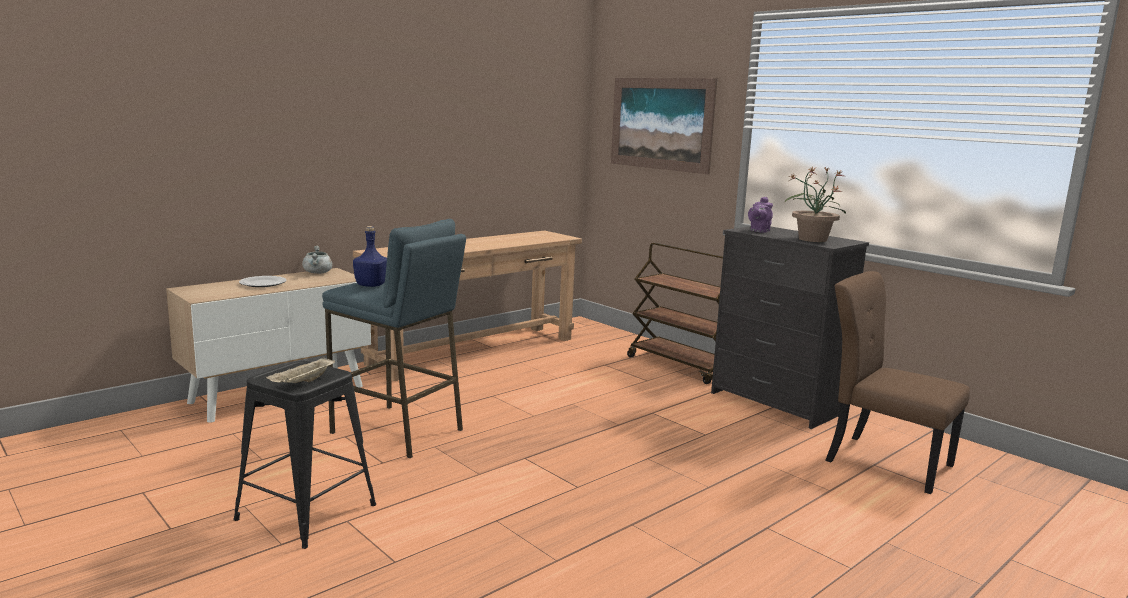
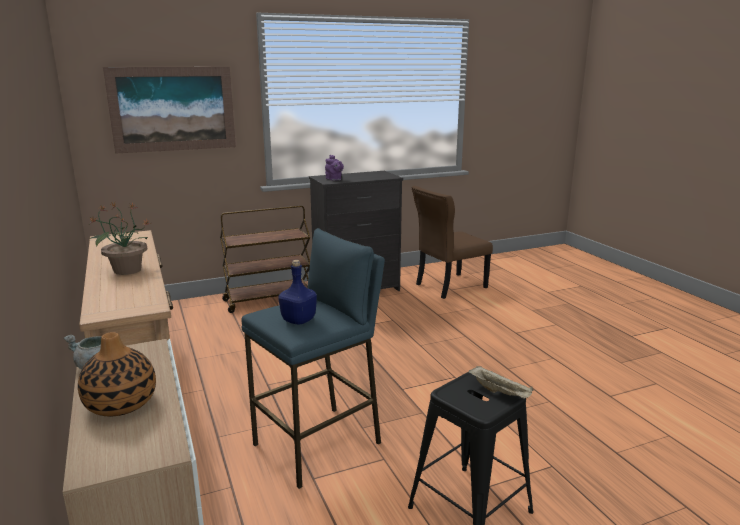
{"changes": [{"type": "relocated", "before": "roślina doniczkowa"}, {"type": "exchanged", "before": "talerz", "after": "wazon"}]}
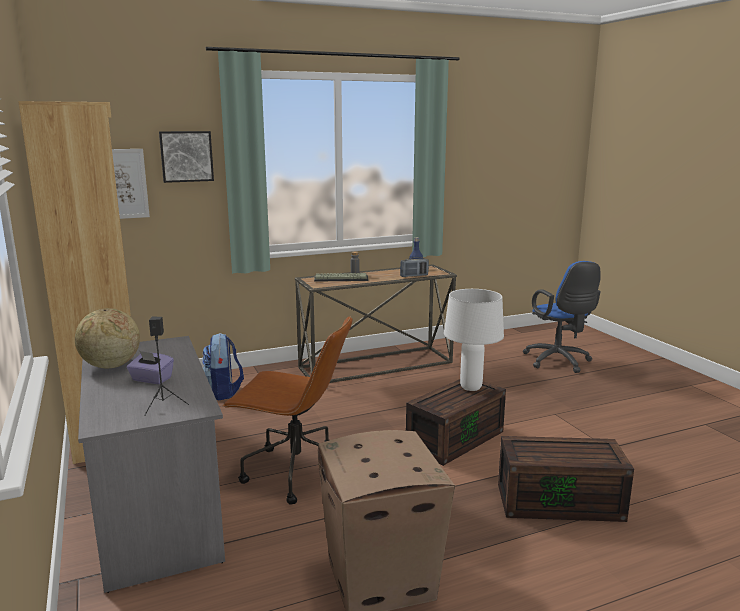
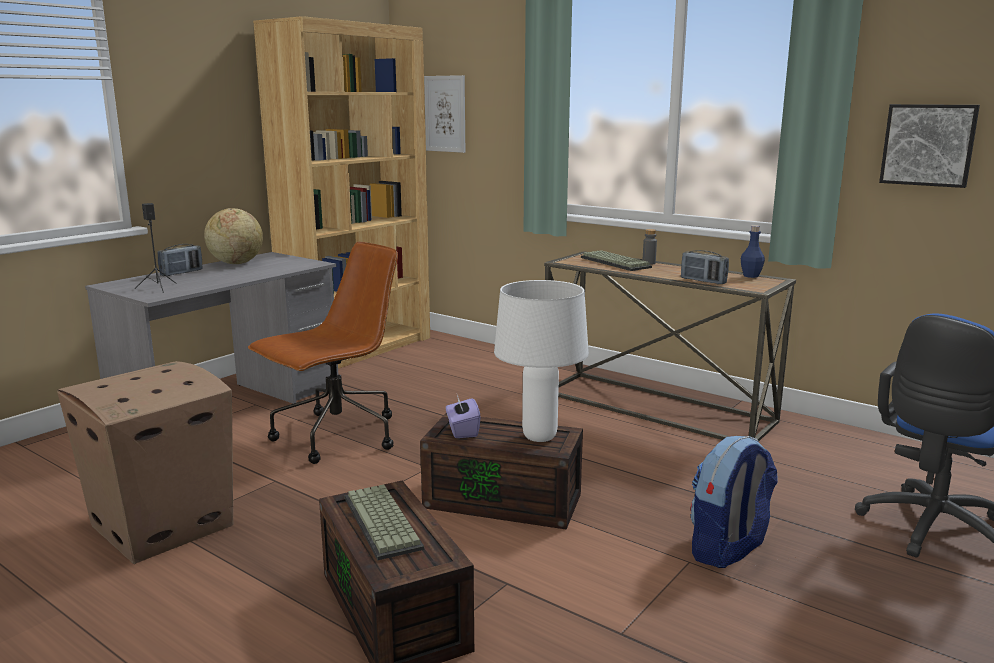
{"changes": [{"type": "relocated", "before": "obraz (no. 2 from left)"}, {"type": "spun", "before": "krzesło biurowe (brązowy)", "turn": -120}, {"type": "relocated", "before": "plecak"}, {"type": "relocated", "before": "pudełko chusteczek (fioletowy)"}, {"type": "appeared", "after": "radio (no. 1 from left)"}, {"type": "appeared", "after": "klawiatura (no. 1 from left)"}]}
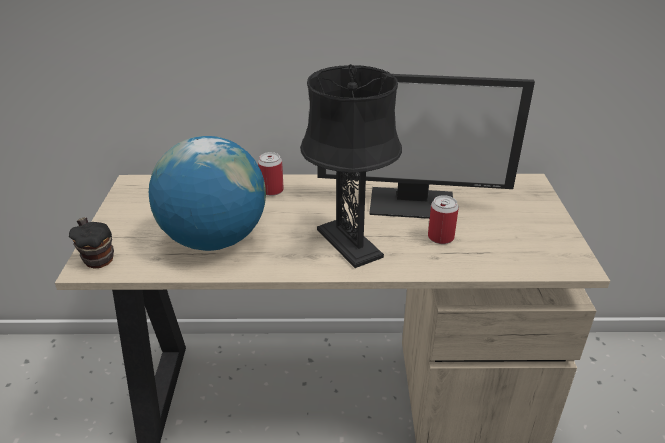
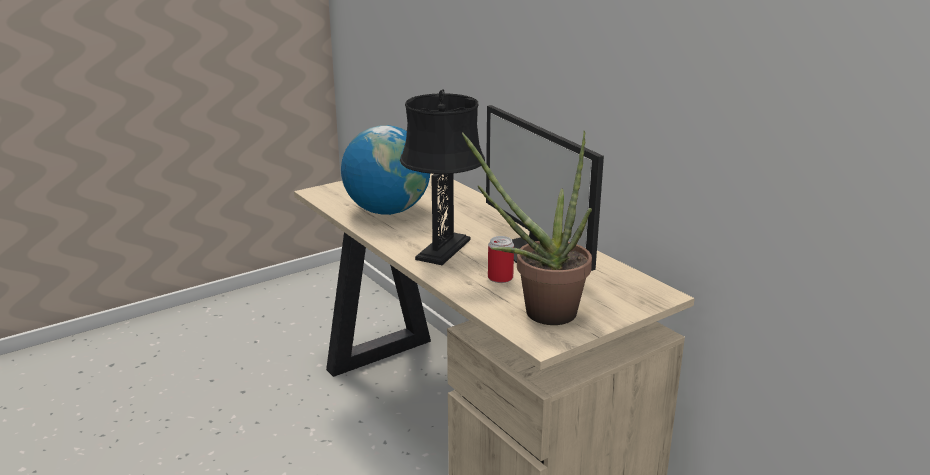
{"changes": [{"type": "missing", "before": "puszka (no. 1 from left)"}, {"type": "missing", "before": "kubek"}, {"type": "appeared", "after": "roślina doniczkowa"}]}
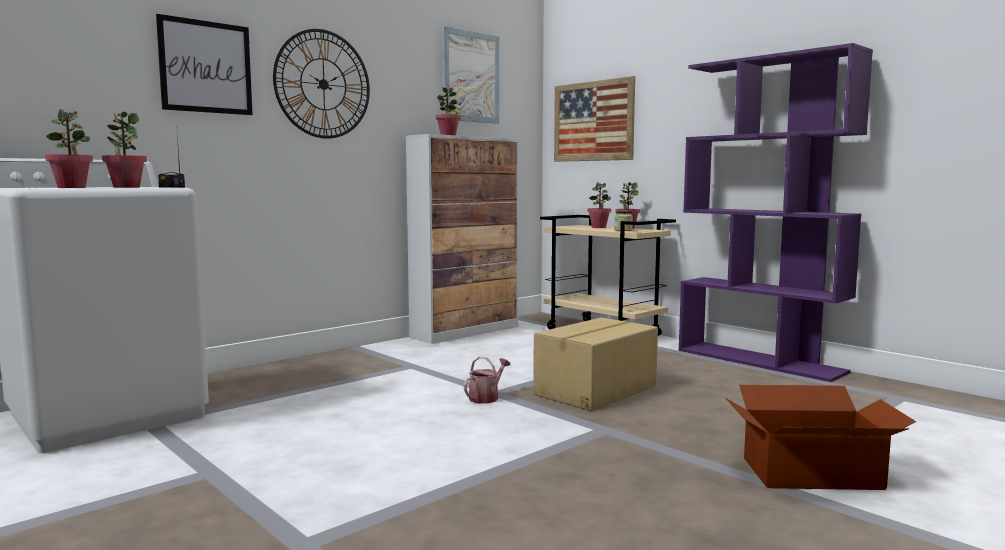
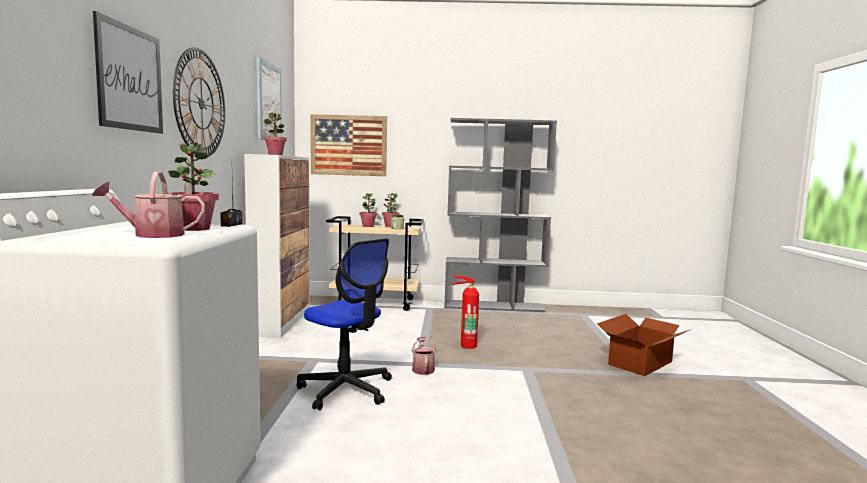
{"changes": [{"type": "colour", "before": "regał (fioletowy)", "after": "regał (szary)"}, {"type": "exchanged", "before": "roślina doniczkowa (no. 1 from left)", "after": "konewka (no. 1 from left)"}, {"type": "exchanged", "before": "karton (no. 1 from left)", "after": "gaśnica"}, {"type": "appeared", "after": "krzesło biurowe"}]}
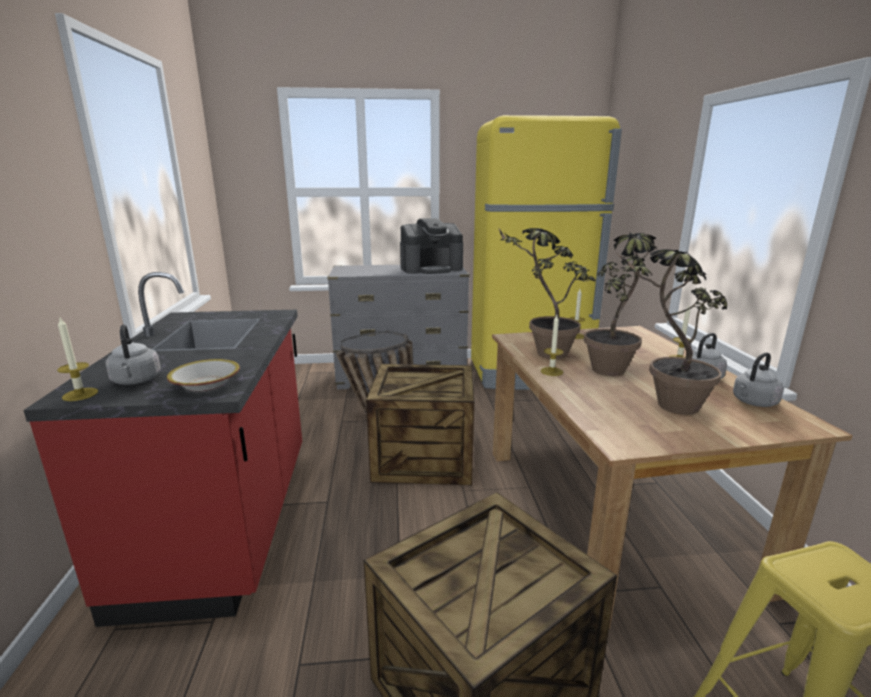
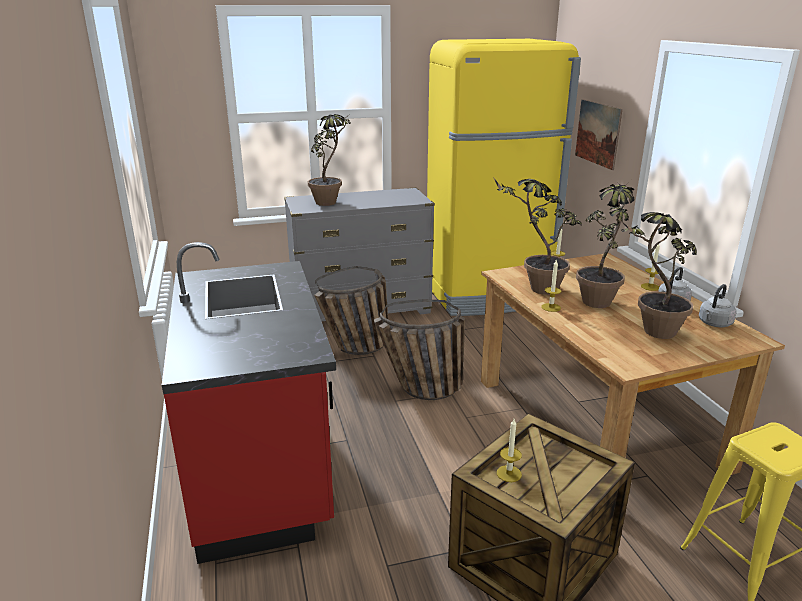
{"changes": [{"type": "missing", "before": "ekspres do kawy"}, {"type": "relocated", "before": "świeca (no. 1 from left)"}, {"type": "missing", "before": "czajnik (szary) (no. 1 from left)"}, {"type": "missing", "before": "miska"}, {"type": "exchanged", "before": "skrzynka (no. 1 from left)", "after": "koszyk (no. 2 from left)"}, {"type": "appeared", "after": "obraz"}, {"type": "appeared", "after": "roślina doniczkowa (no. 1 from left)"}]}
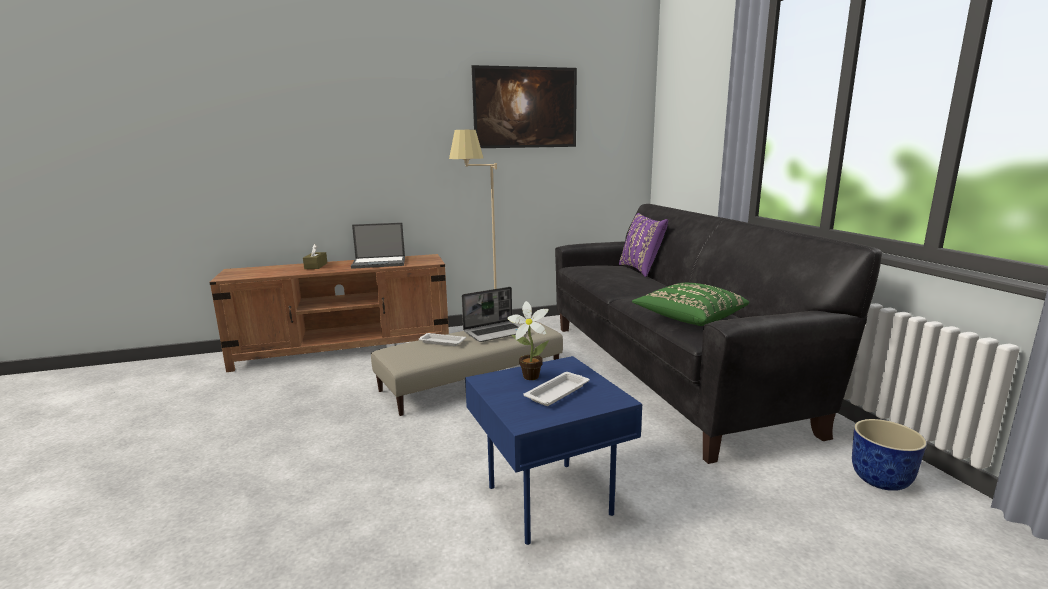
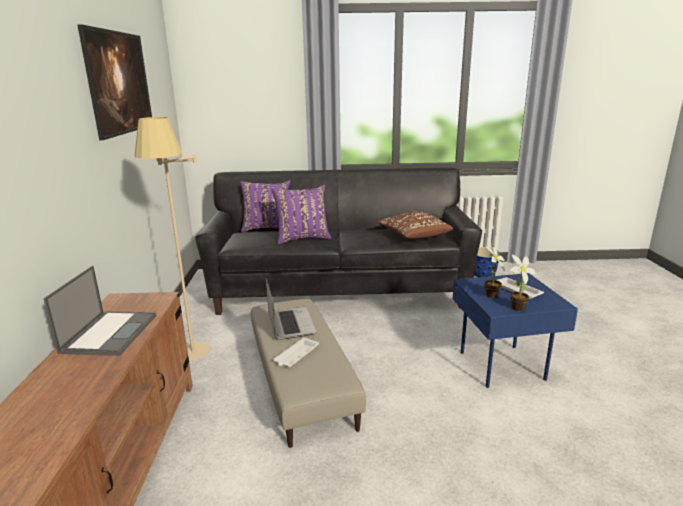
{"changes": [{"type": "missing", "before": "pudełko chusteczek (brązowy)"}, {"type": "colour", "before": "poduszka (zielony)", "after": "poduszka (brązowy)"}, {"type": "appeared", "after": "poduszka (fioletowy) (no. 2 from left)"}, {"type": "appeared", "after": "roślina doniczkowa (no. 2 from left)"}]}
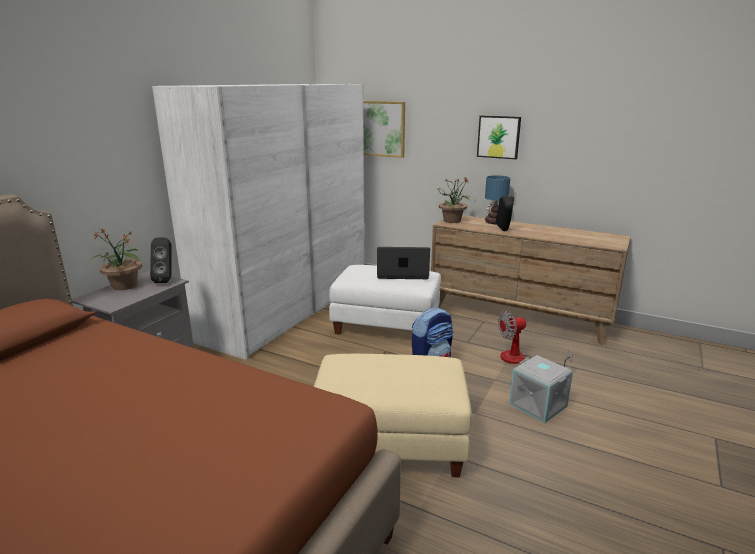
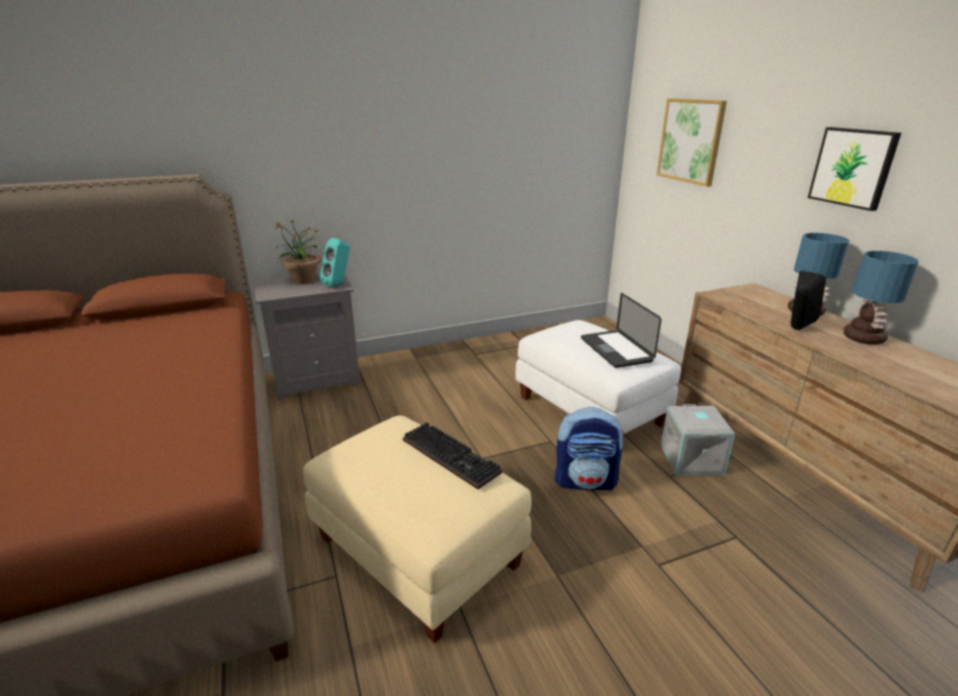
{"changes": [{"type": "missing", "before": "szafa (biały)"}, {"type": "missing", "before": "roślina doniczkowa (no. 2 from left)"}, {"type": "colour", "before": "głośnik (czarny) (no. 1 from left)", "after": "głośnik (turkusowy)"}, {"type": "spun", "before": "laptop", "turn": -150}, {"type": "missing", "before": "wentylator"}, {"type": "relocated", "before": "pojemnik do przechowywania (szary)"}, {"type": "appeared", "after": "lampa stołowa (no. 2 from left)"}, {"type": "appeared", "after": "klawiatura"}]}
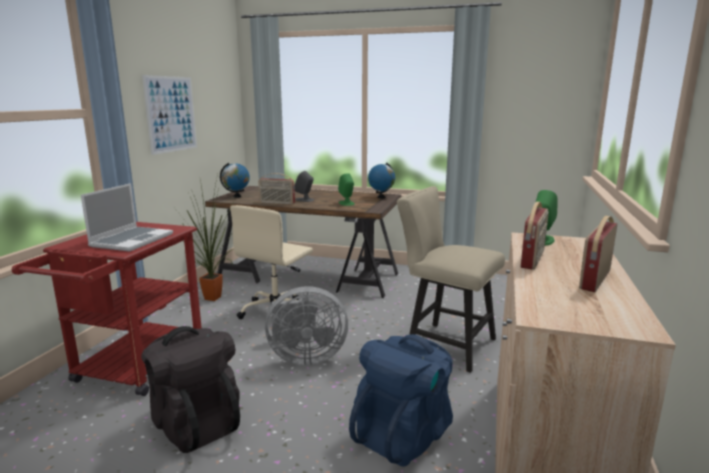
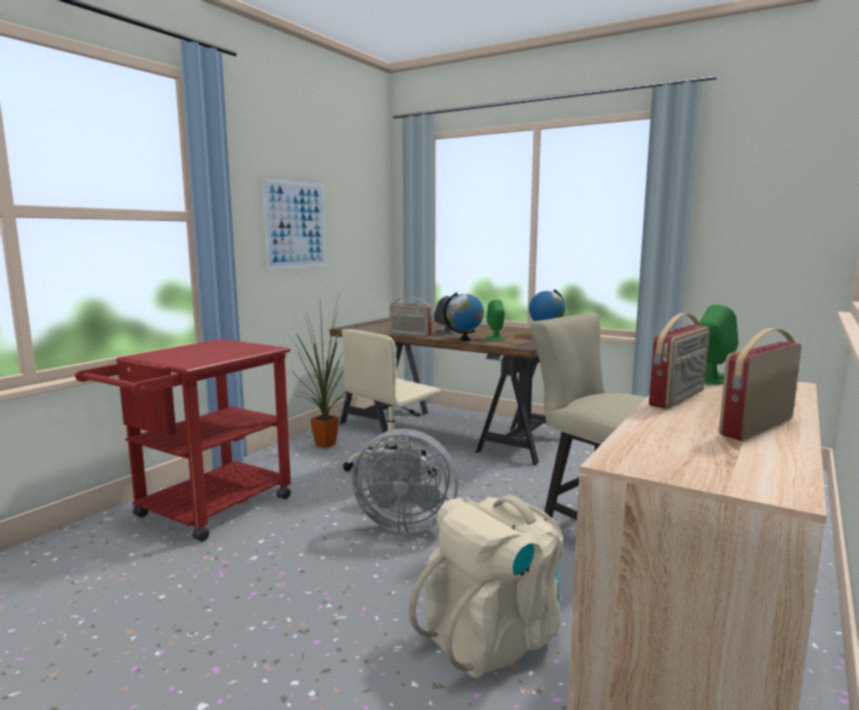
{"changes": [{"type": "relocated", "before": "globus (no. 1 from left)"}, {"type": "missing", "before": "laptop"}, {"type": "missing", "before": "plecak (czarny)"}, {"type": "colour", "before": "plecak (niebieski)", "after": "plecak (beżowy)"}]}
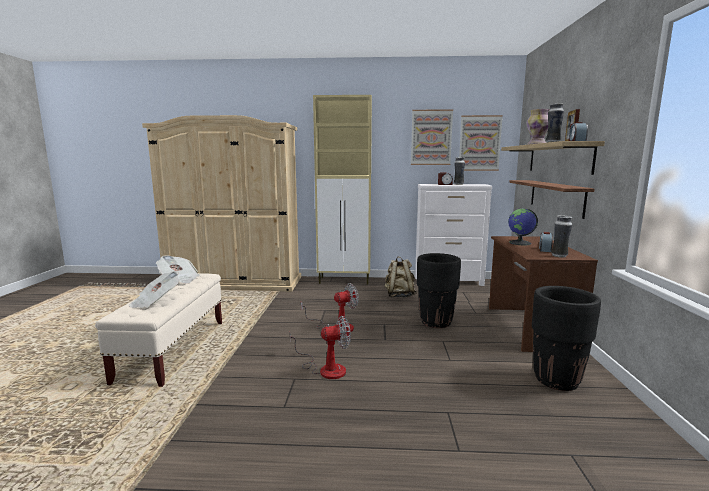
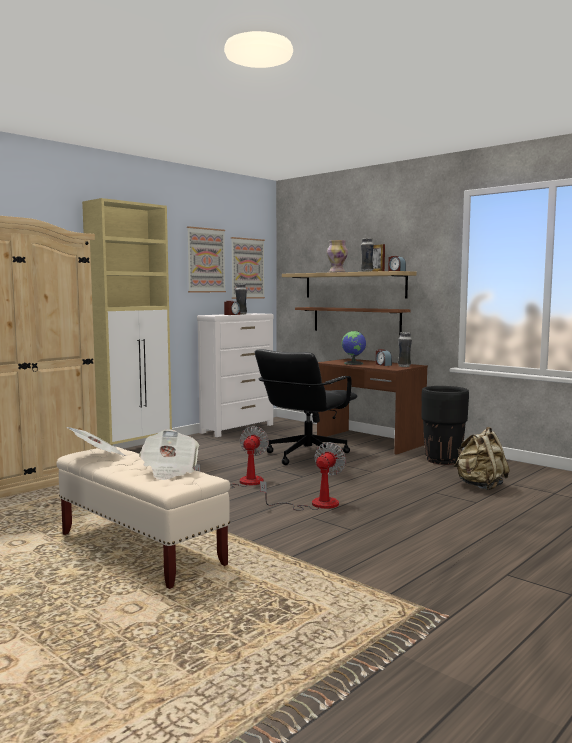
{"changes": [{"type": "exchanged", "before": "donica (czarny) (no. 1 from left)", "after": "krzesło biurowe (czarny)"}, {"type": "relocated", "before": "plecak (beżowy)"}]}
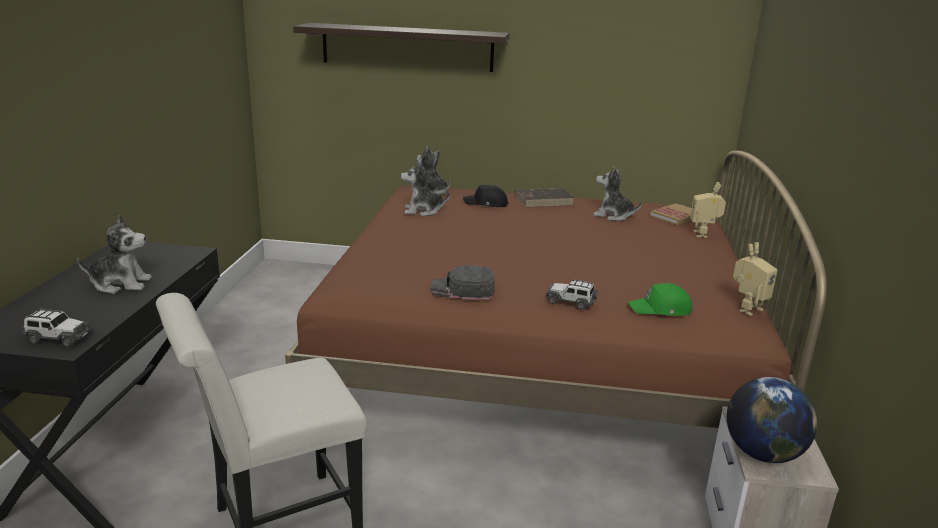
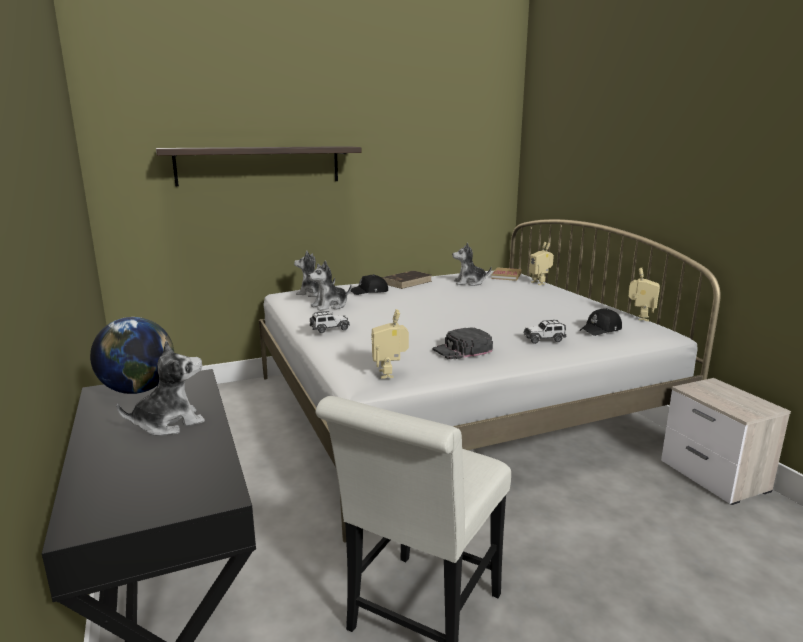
{"changes": [{"type": "colour", "before": "łóżko (brązowy)", "after": "łóżko (biały)"}, {"type": "colour", "before": "czapka z daszkiem (zielony)", "after": "czapka z daszkiem (czarny) (no. 3 from left)"}, {"type": "relocated", "before": "samochodzik (no. 1 from left)"}, {"type": "relocated", "before": "globus"}, {"type": "appeared", "after": "robot zabawkowy (no. 1 from left)"}]}
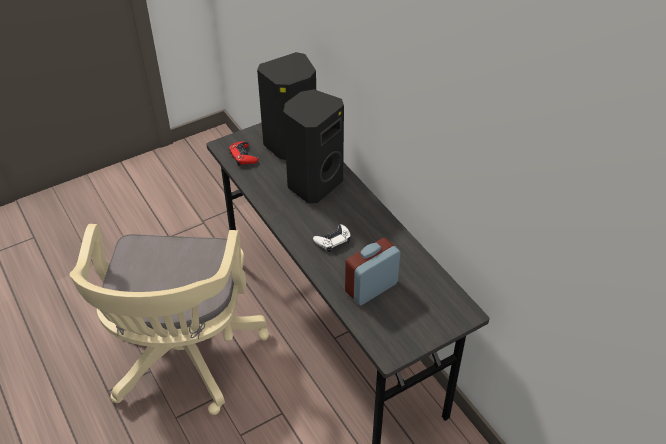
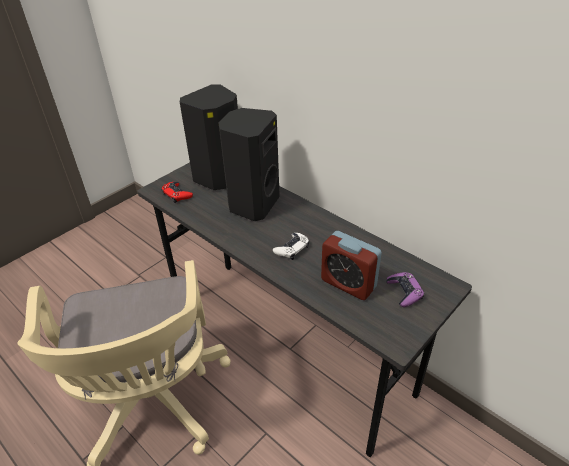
{"changes": [{"type": "spun", "before": "budzik", "turn": -90}, {"type": "appeared", "after": "pad do gier (fioletowy)"}]}
